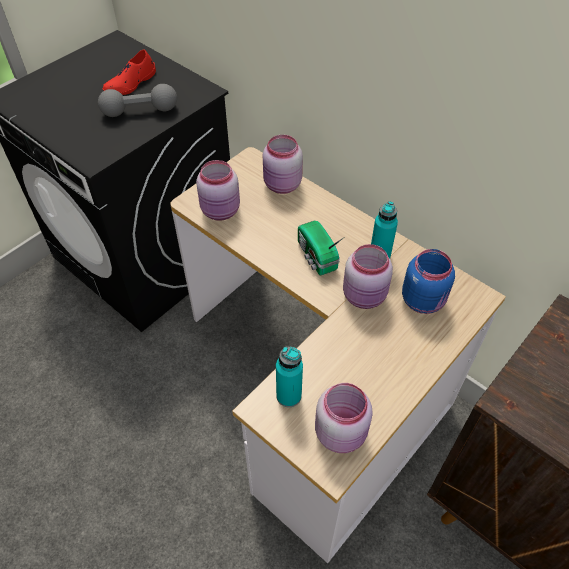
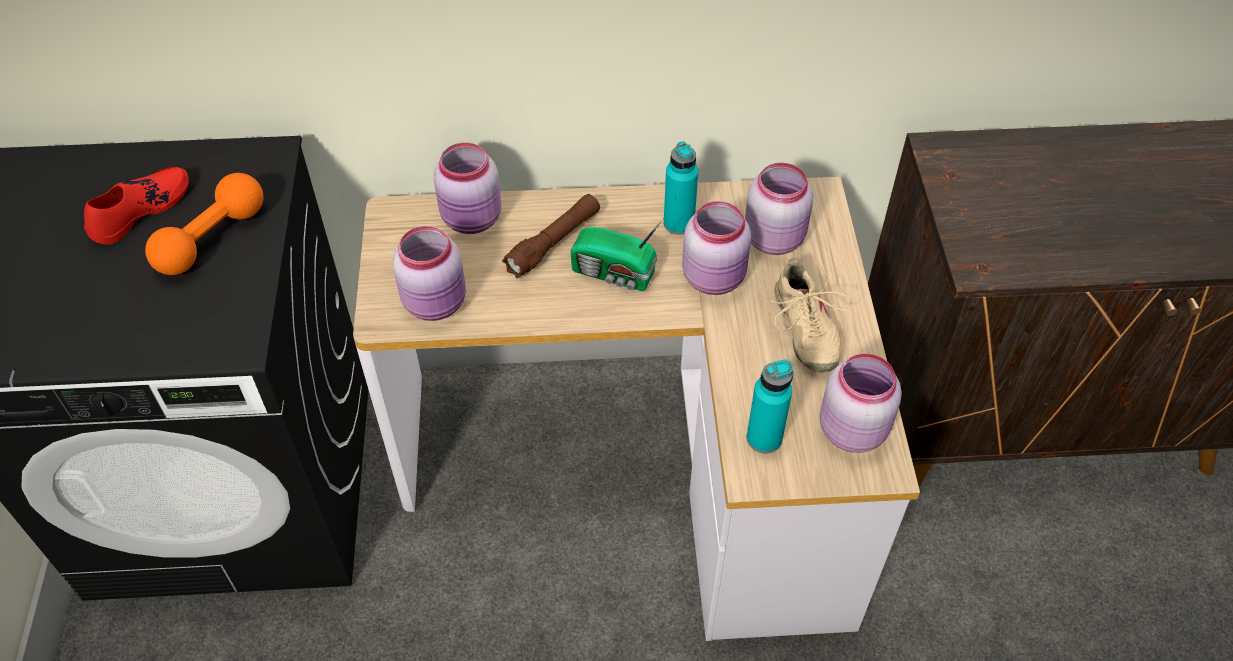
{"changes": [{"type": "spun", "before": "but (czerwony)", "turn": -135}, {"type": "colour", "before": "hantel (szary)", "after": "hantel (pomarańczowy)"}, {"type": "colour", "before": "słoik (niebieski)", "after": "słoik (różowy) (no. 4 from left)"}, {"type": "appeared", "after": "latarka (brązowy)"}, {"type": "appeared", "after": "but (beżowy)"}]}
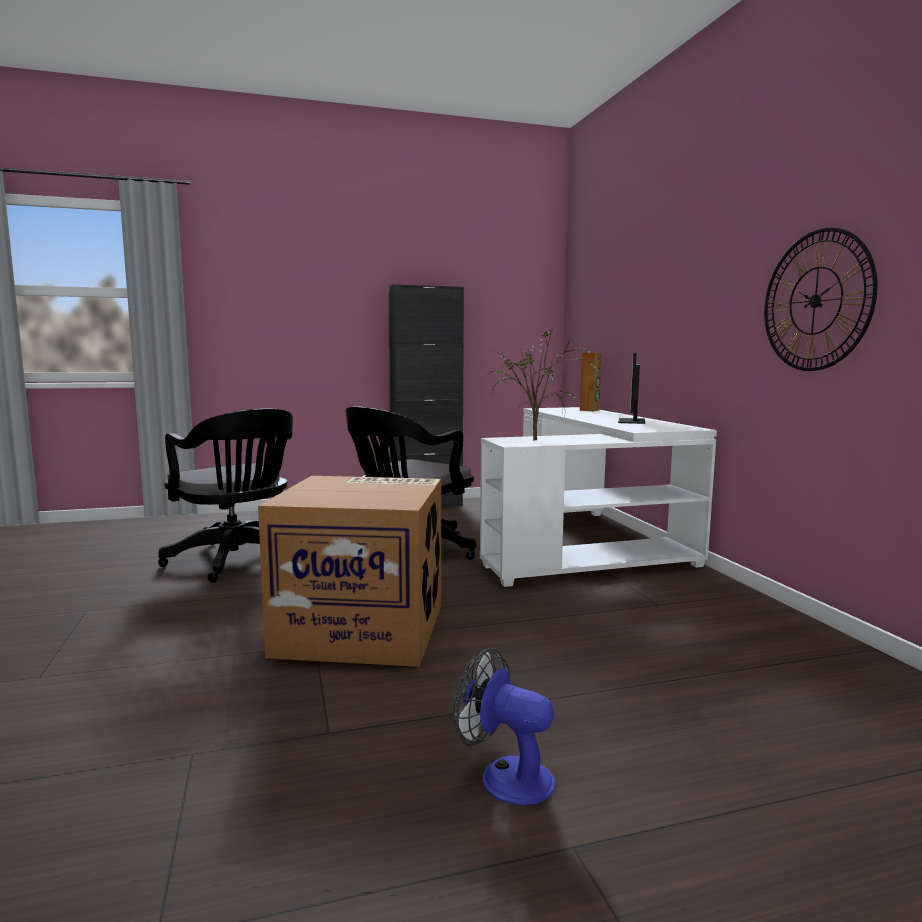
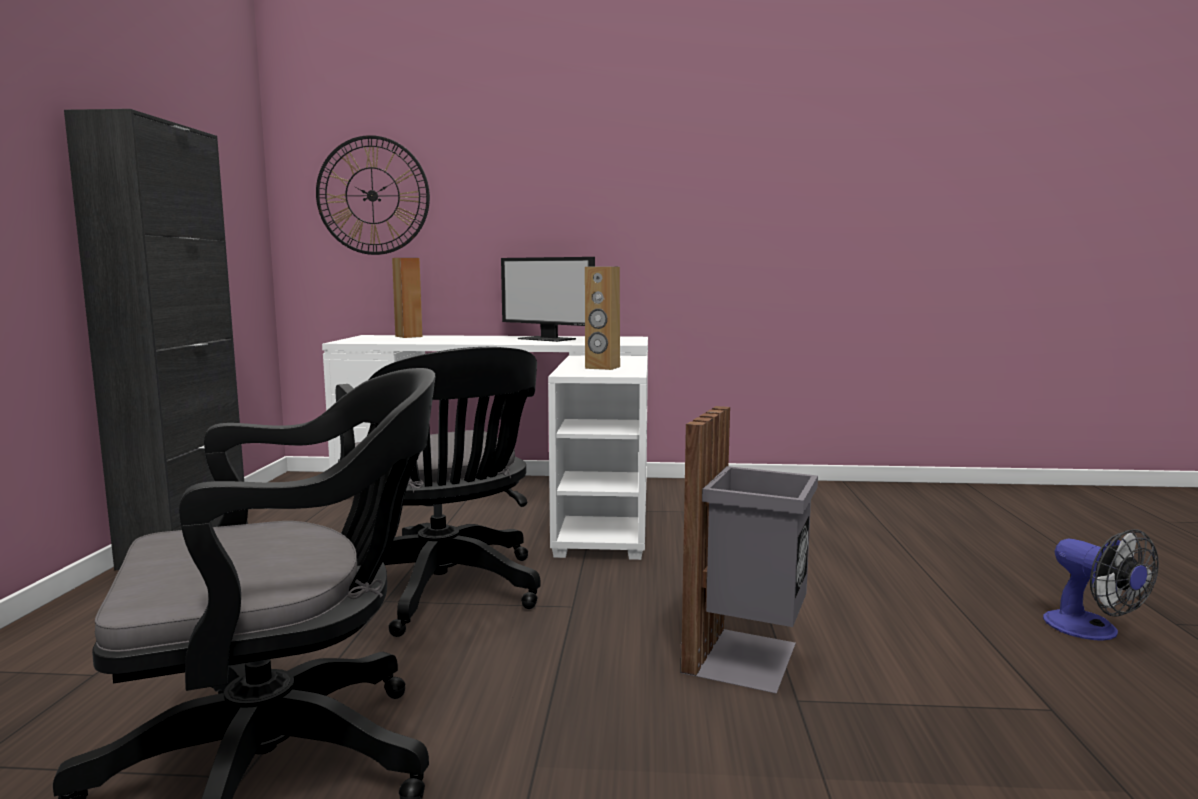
{"changes": [{"type": "relocated", "before": "zegar ścienny"}, {"type": "exchanged", "before": "roślina doniczkowa", "after": "głośnik (brązowy) (no. 2 from left)"}, {"type": "exchanged", "before": "karton", "after": "kosz na śmieci (szary)"}, {"type": "spun", "before": "wentylator", "turn": -75}]}
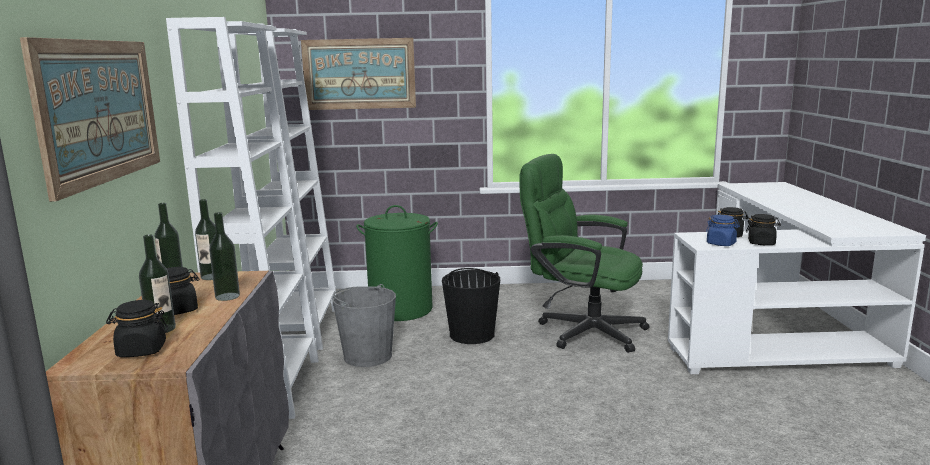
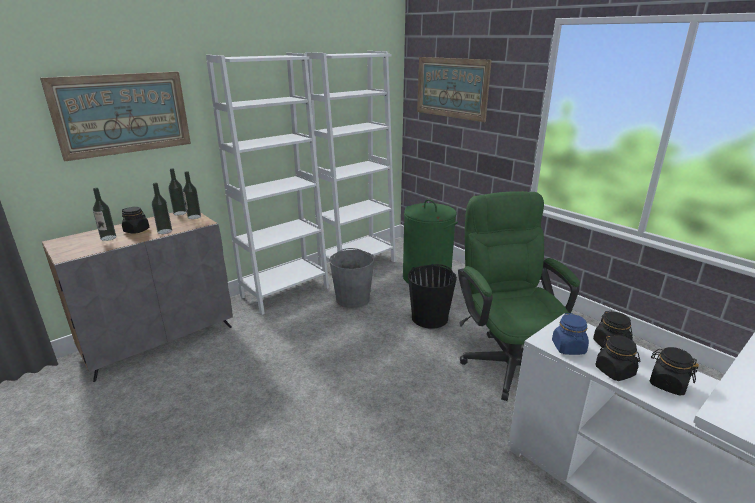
{"changes": [{"type": "relocated", "before": "słoik (czarny) (no. 1 from left in the first image)", "after": "słoik (czarny) (no. 4 from left)"}]}
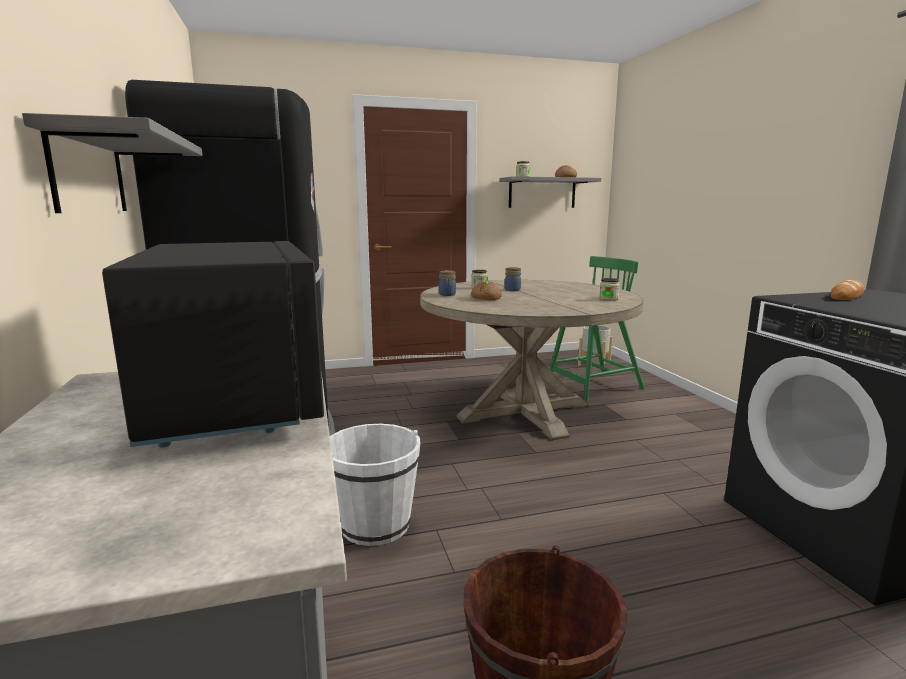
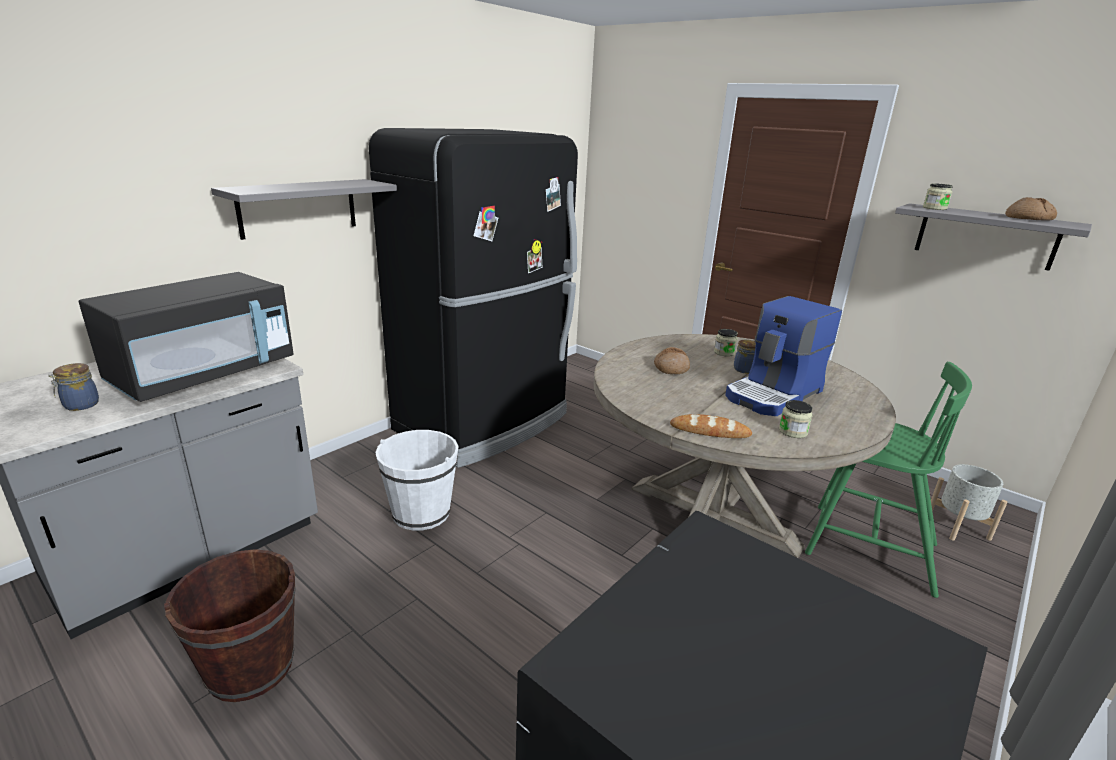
{"changes": [{"type": "relocated", "before": "słoik (no. 1 from left)"}, {"type": "relocated", "before": "chleb (no. 3 from left in the first image)", "after": "chleb (no. 2 from left)"}, {"type": "appeared", "after": "ekspres do kawy"}]}
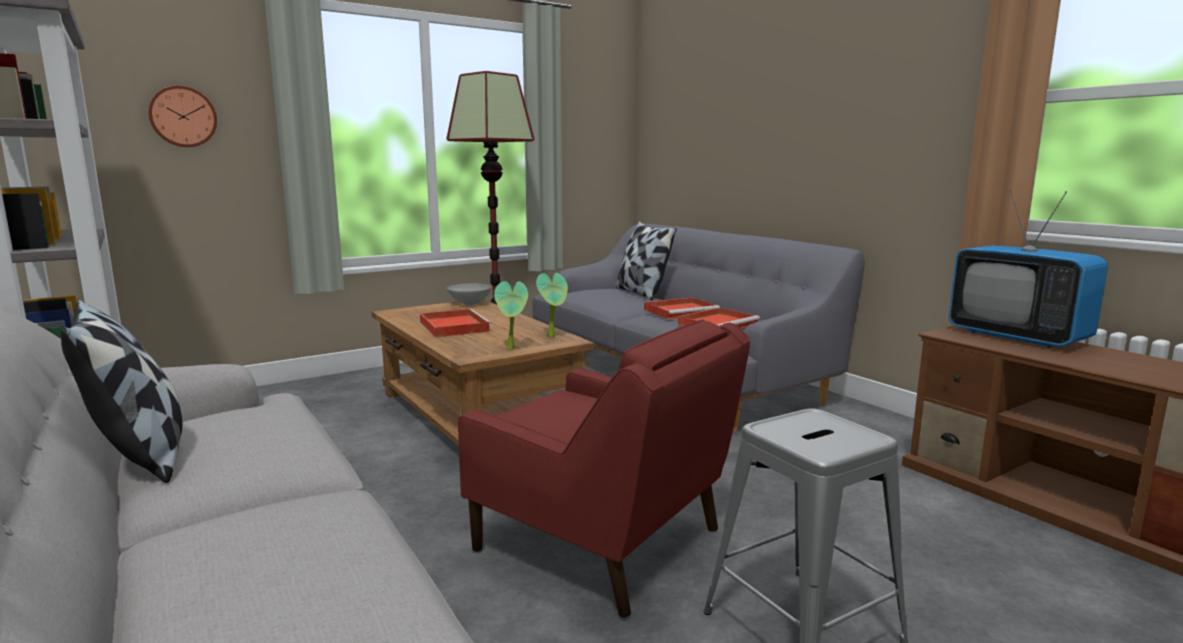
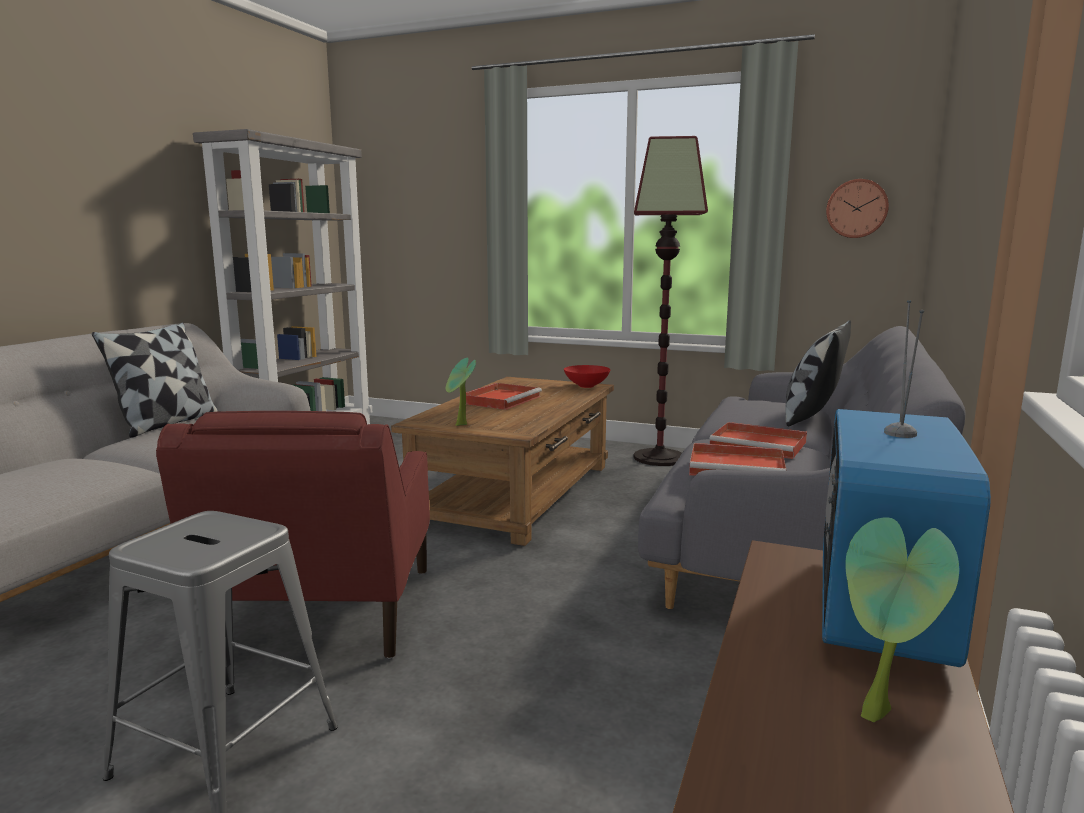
{"changes": [{"type": "relocated", "before": "zegar ścienny"}, {"type": "relocated", "before": "roślina doniczkowa (no. 2 from left)"}, {"type": "colour", "before": "miska (szary)", "after": "miska (czerwony)"}]}
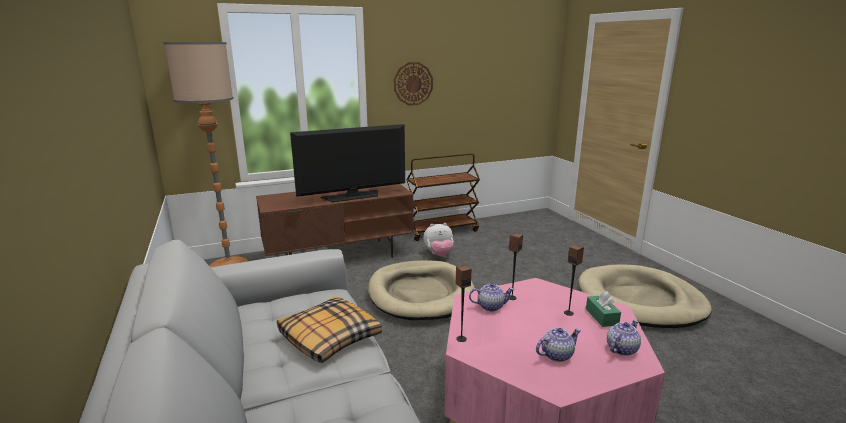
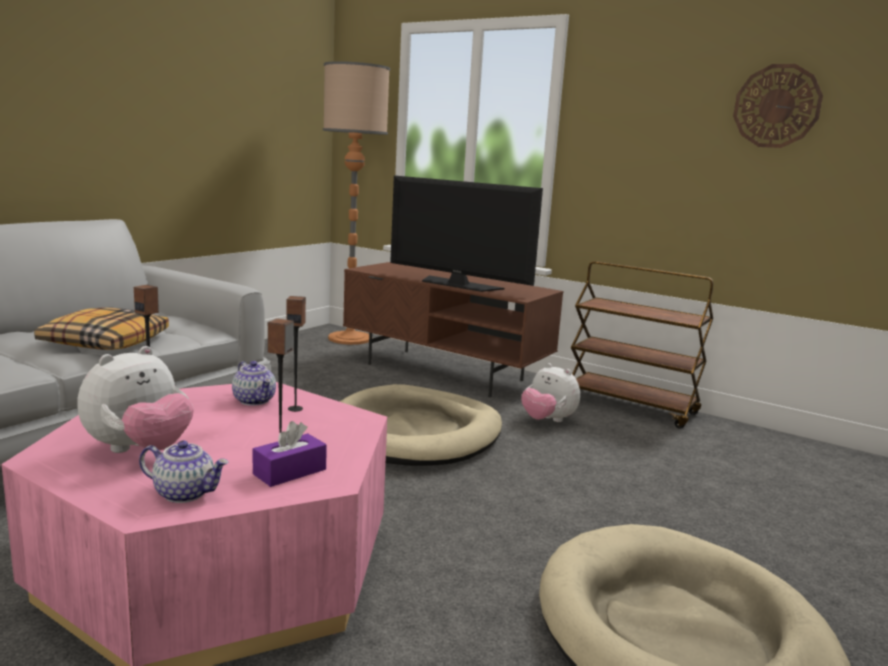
{"changes": [{"type": "relocated", "before": "zegar ścienny"}, {"type": "colour", "before": "pudełko chusteczek (zielony)", "after": "pudełko chusteczek (fioletowy)"}, {"type": "exchanged", "before": "imbryk (no. 2 from left)", "after": "pluszak (no. 1 from left)"}]}
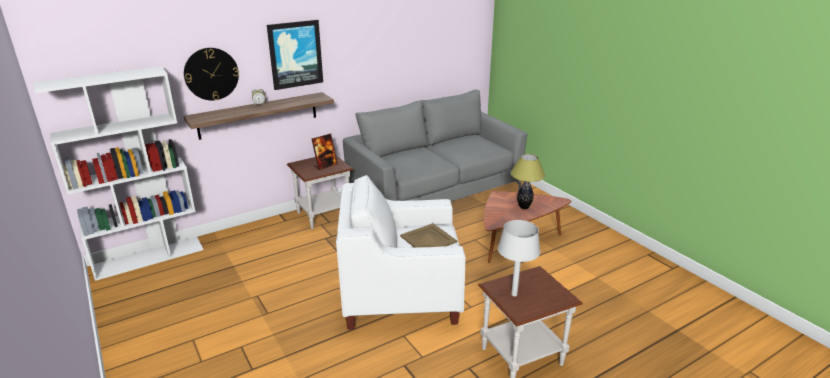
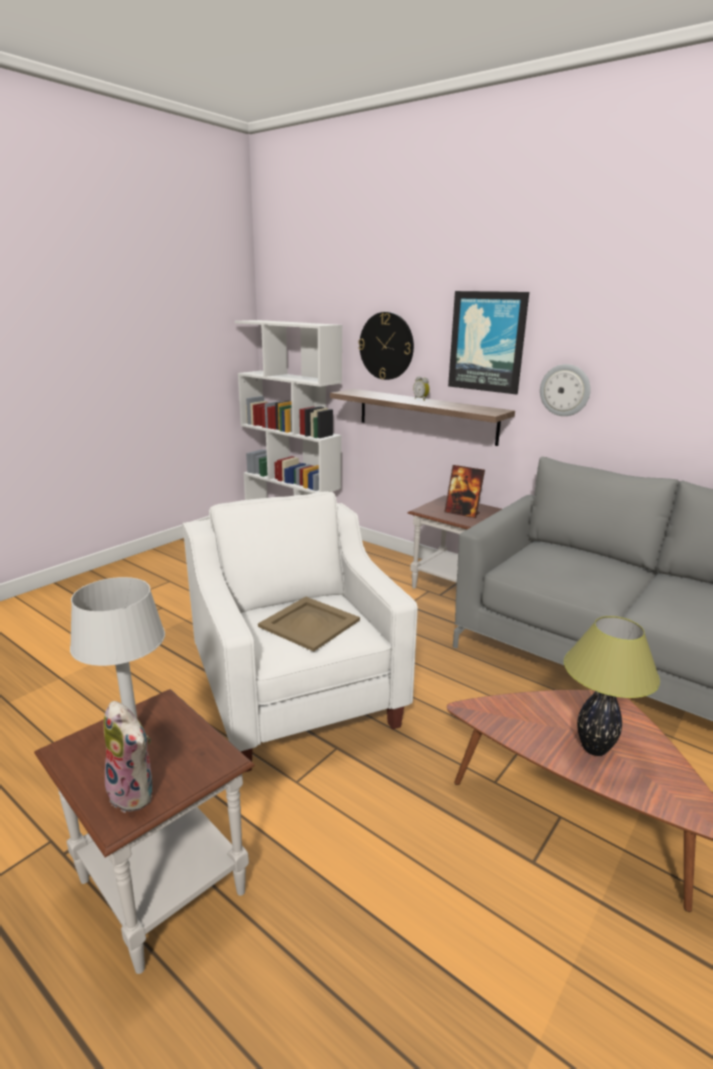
{"changes": [{"type": "appeared", "after": "zegar ścienny (no. 2 from left)"}, {"type": "appeared", "after": "pluszak"}]}
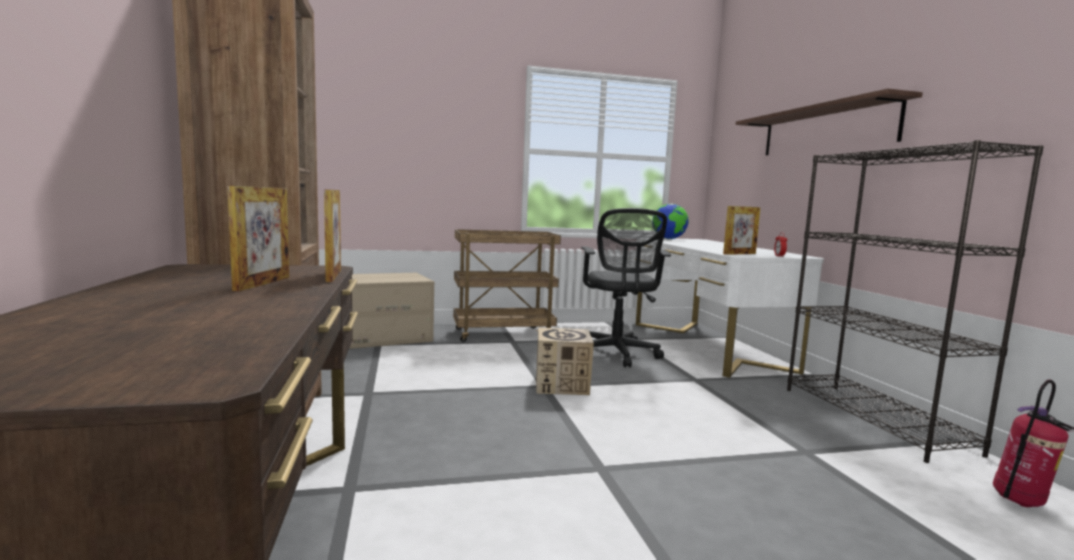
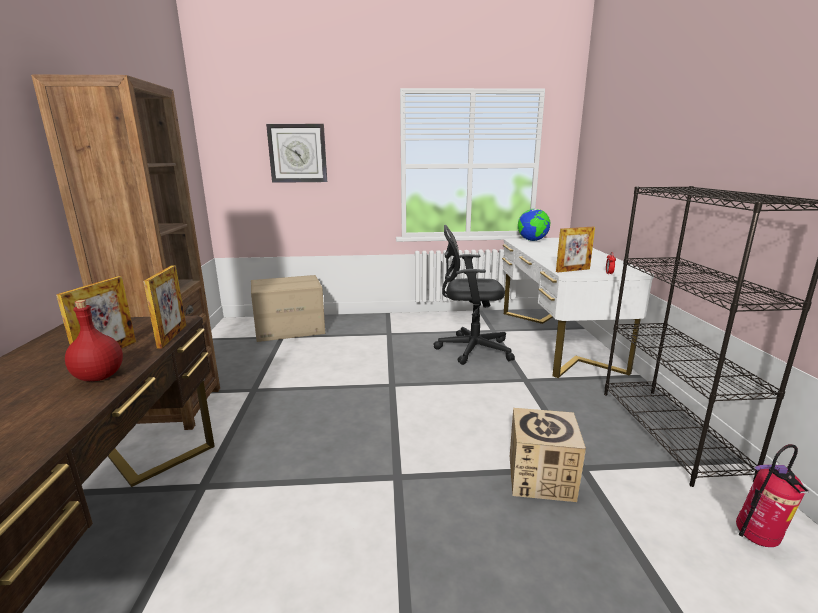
{"changes": [{"type": "missing", "before": "półka"}, {"type": "spun", "before": "krzesło biurowe (czarny)", "turn": 90}, {"type": "missing", "before": "wózek (brązowy)"}, {"type": "relocated", "before": "karton (no. 2 from left)"}, {"type": "appeared", "after": "zegar ścienny"}, {"type": "appeared", "after": "butelka (czerwony)"}]}
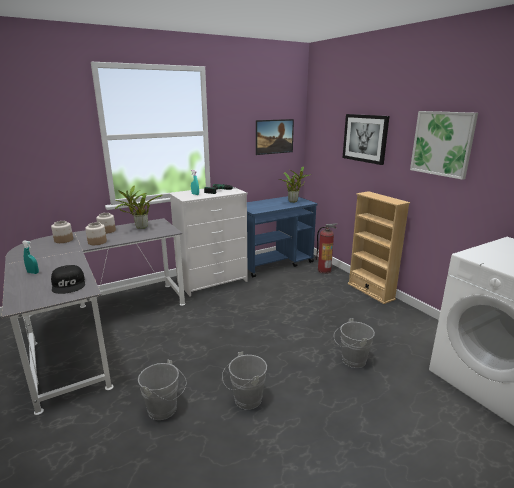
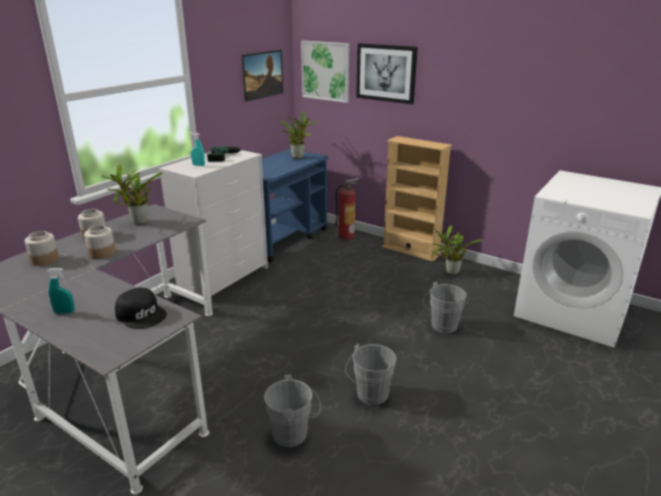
{"changes": [{"type": "relocated", "before": "obraz (no. 3 from left in the first image)", "after": "obraz (no. 2 from left)"}, {"type": "appeared", "after": "roślina doniczkowa (no. 3 from left)"}]}
